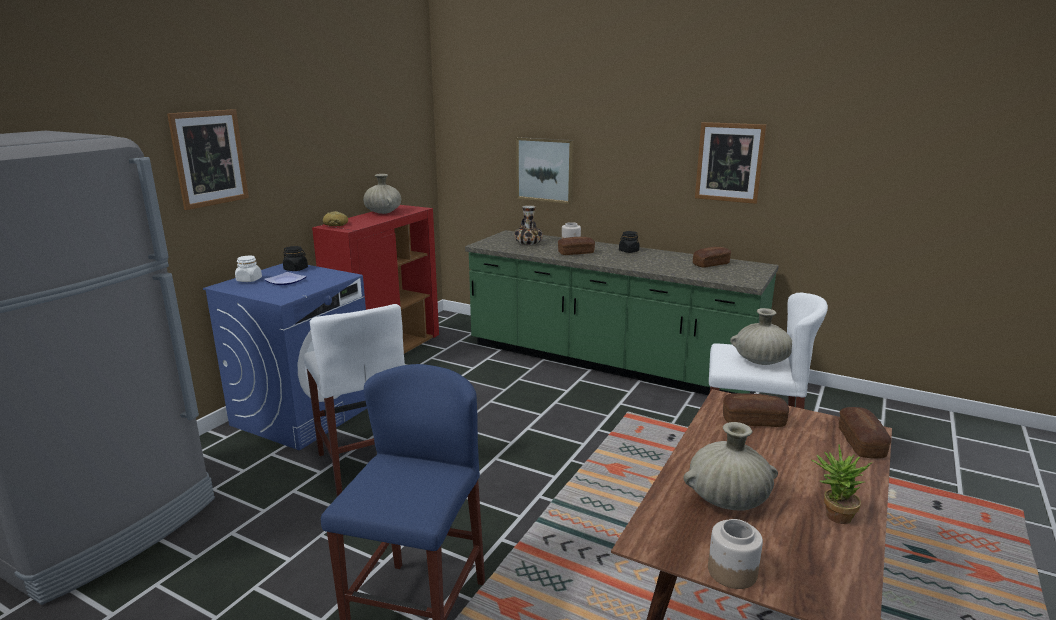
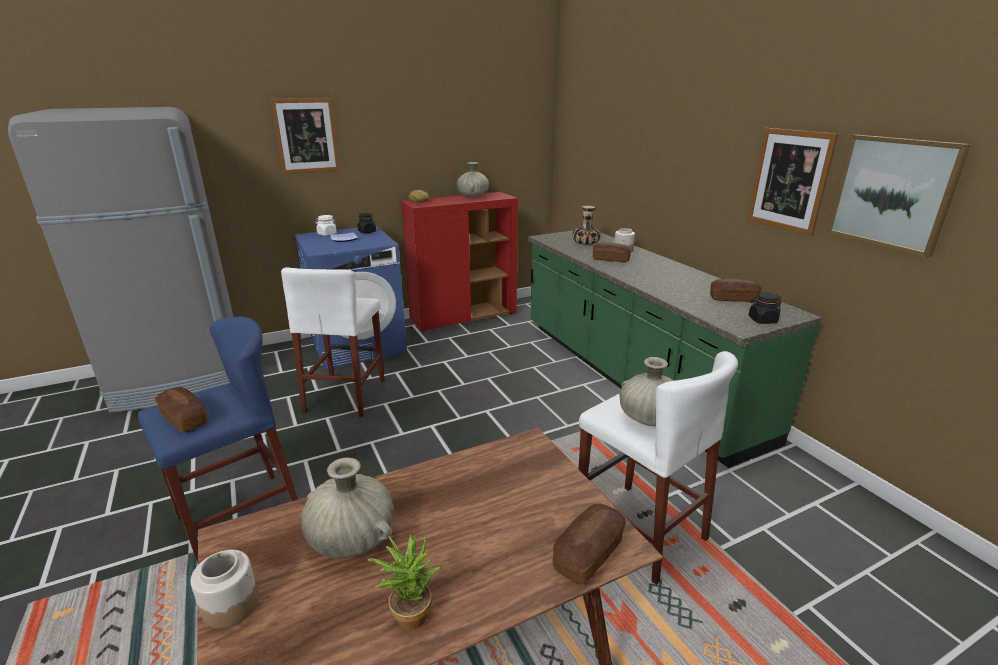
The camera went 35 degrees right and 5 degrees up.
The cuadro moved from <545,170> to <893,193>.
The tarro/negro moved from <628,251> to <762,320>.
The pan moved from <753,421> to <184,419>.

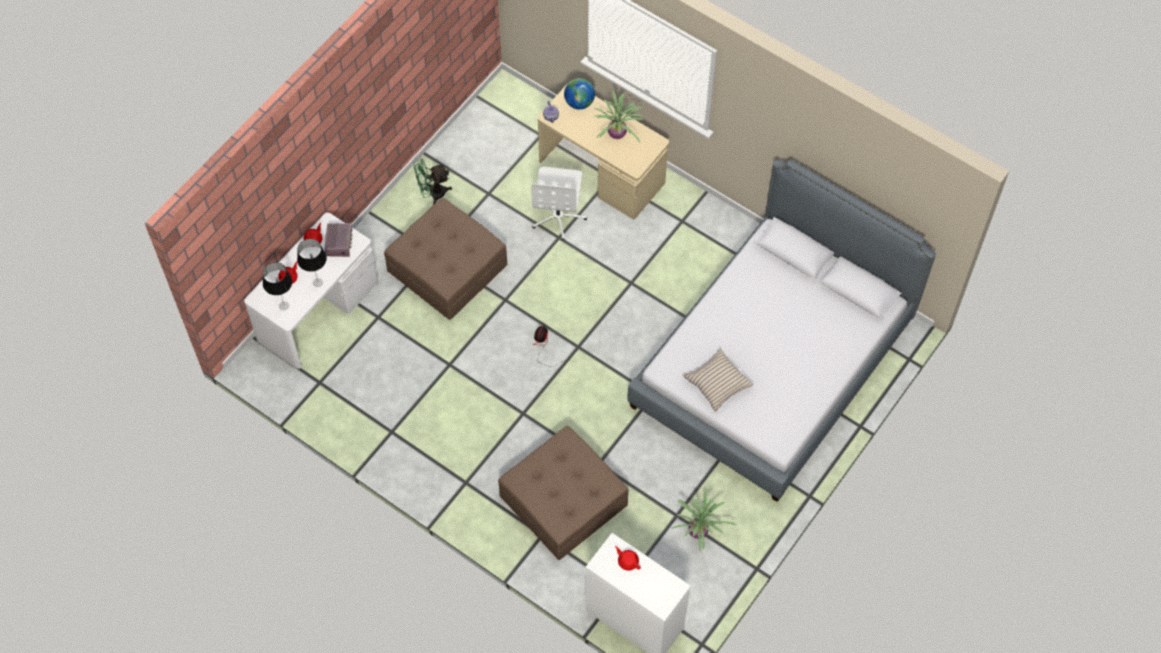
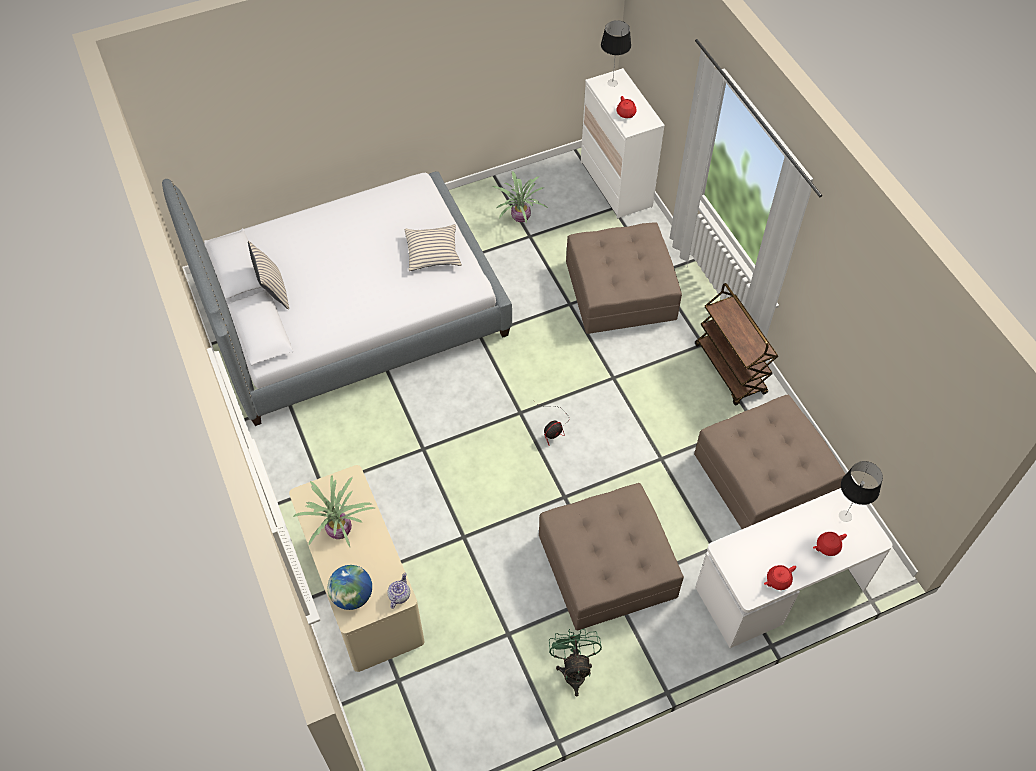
The camera went 150 degrees left and 5 degrees down.
The lámpara de mesa moved from <318,282> to <612,83>.
The radio at <339,243> disappeared.
The ventilador/verde at <433,193> turned 105 degrees counterclockwise.
The silla de oficina/blanco at <558,216> disappeared.
The cojín/beis at <273,291> appeared.
The puf/marrón at <764,475> appeared.
The carrito/marrón at <730,369> appeared.

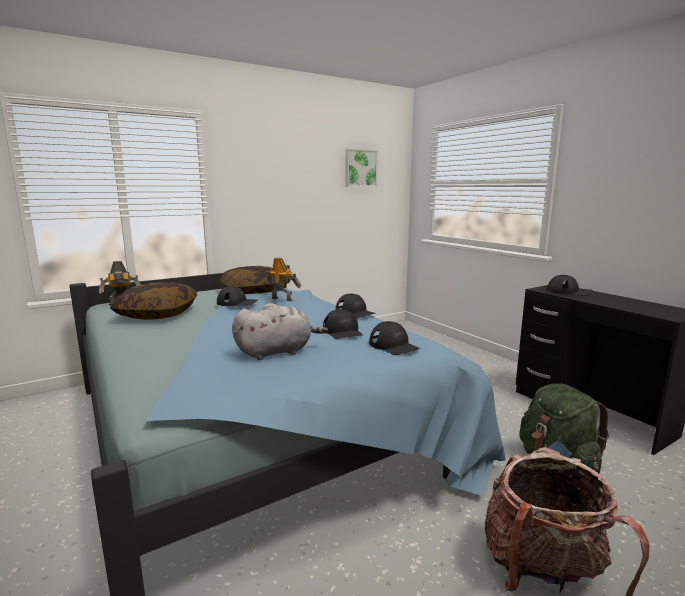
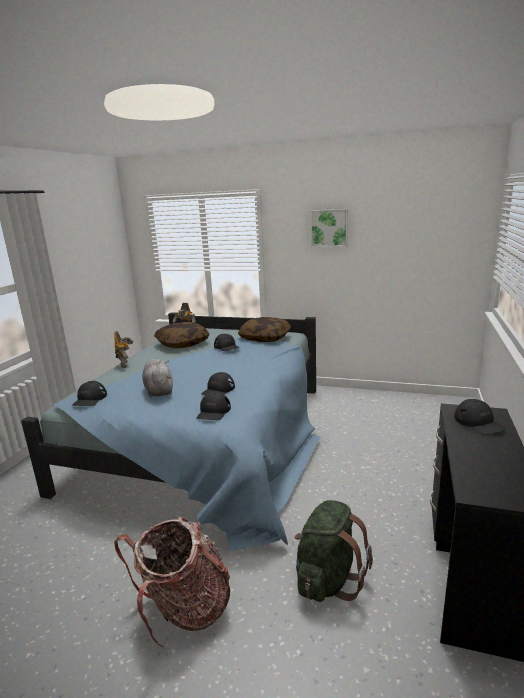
The camera went 50 degrees right and 5 degrees up.
The peluche/gris at <277,352> turned 135 degrees counterclockwise.
The robot de juguete moved from <282,299> to <125,364>.
The gorra/negro moved from <355,312> to <90,399>.
The cuadro moved from <360,168> to <329,228>.

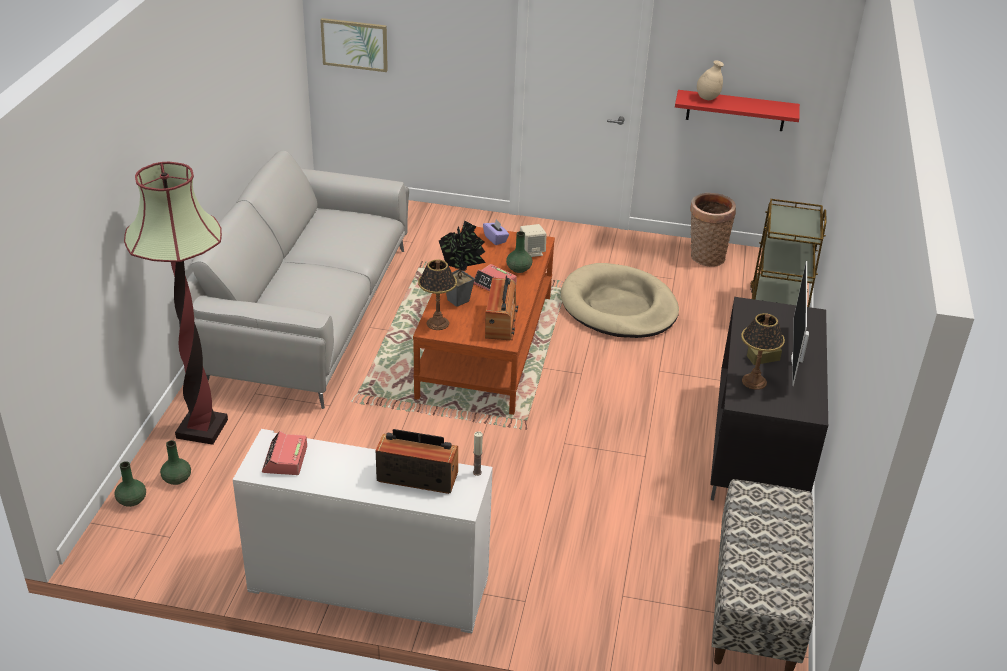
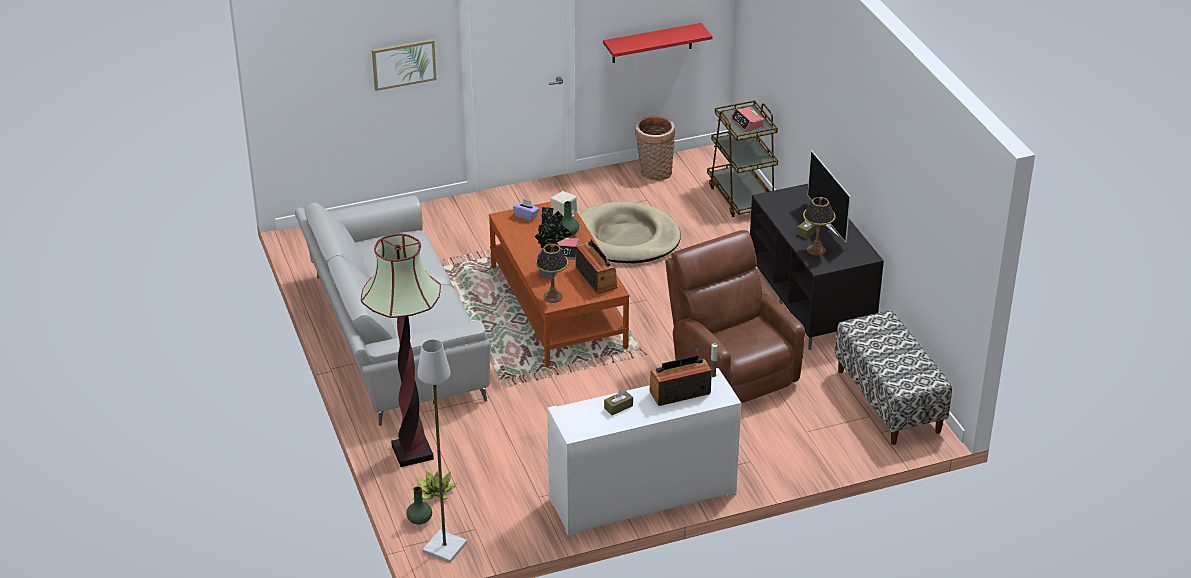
The camera went 30 degrees left and 0 degrees up.
The florero/verde at <176,479> was replaced by the planta en maceta at <435,492>.
The despertador moved from <285,459> to <747,123>.
The cuadro moved from <354,44> to <403,64>.
The florero/beis at <707,98> disappeared.
The lámpara de pie/gris at <445,548> appeared.
The caja de pañuelos/marrón at <618,407> appeared.
The sillón/marrón at <731,370> appeared.

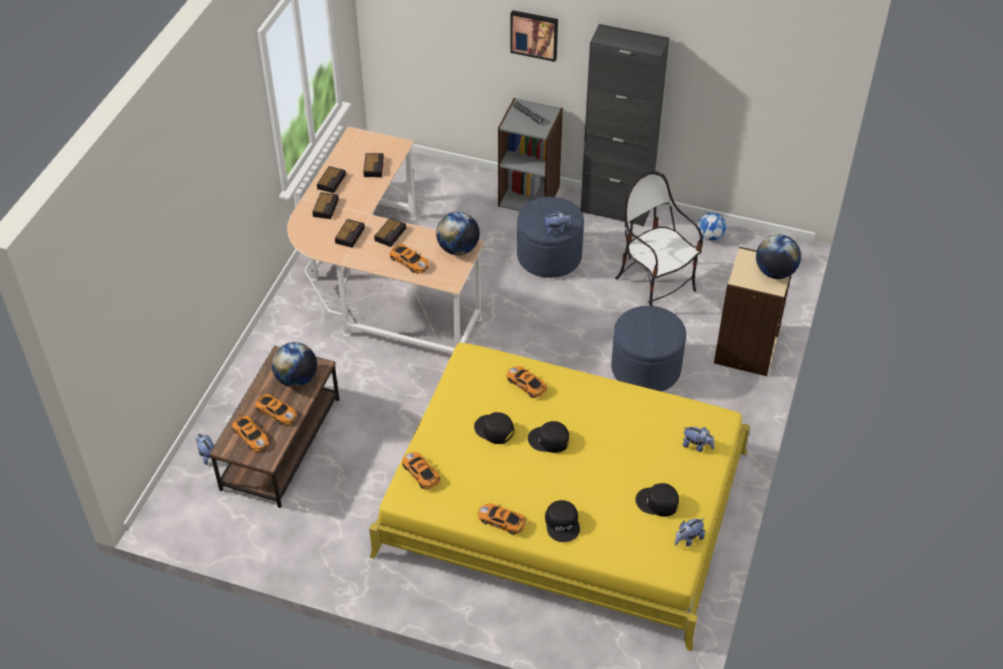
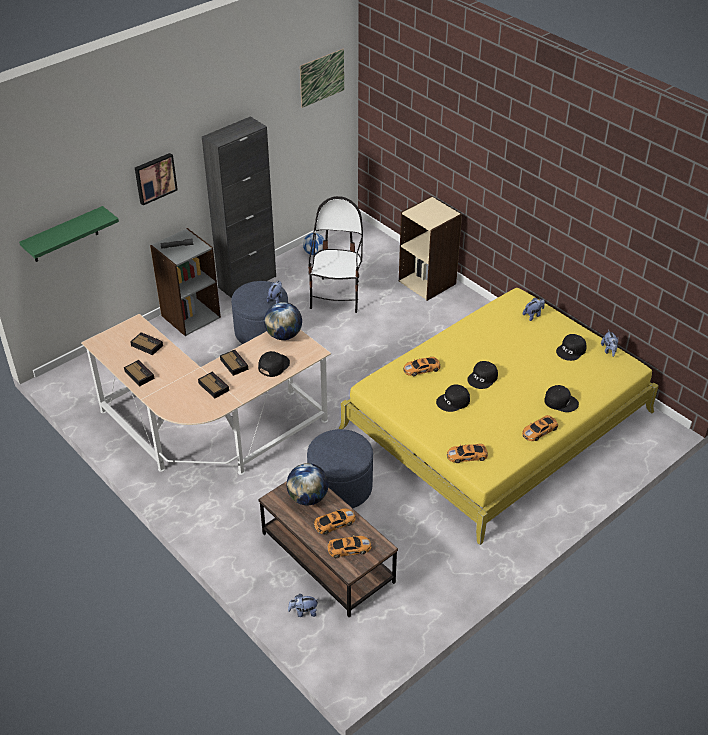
The camera went 60 degrees left and 5 degrees down.
The despertador at <326,207> disappeared.
The coche de juguete at <408,261> was replaced by the gorra/negro at <273,365>.
The puf/azul moved from <646,368> to <340,487>.
The silla at <655,286> turned 105 degrees clockwise.
The globo terráqueo at <775,272> disappeared.
The estante/verde at <64,235> appeared.
The cuadro at <322,78> appeared.

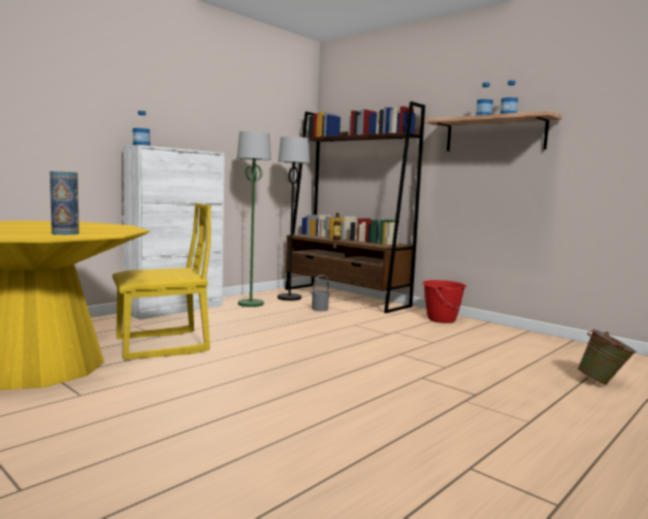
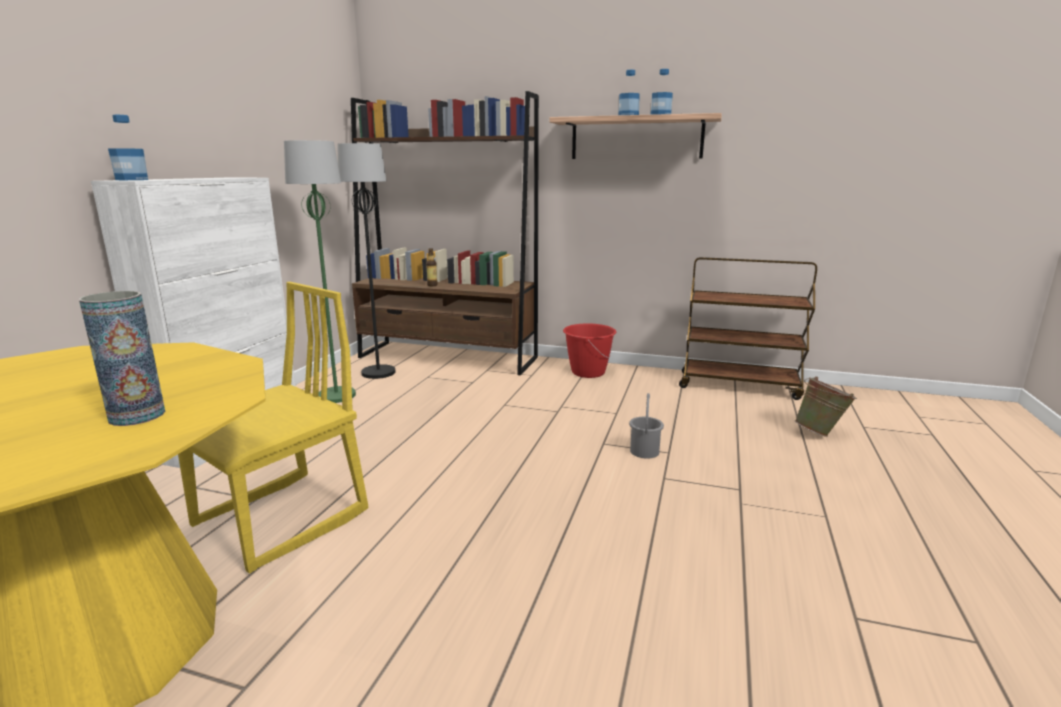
The camera went 25 degrees left and 10 degrees up.
The cubo/gris moved from <319,309> to <644,451>.
The carrito/marrón at <739,385> appeared.

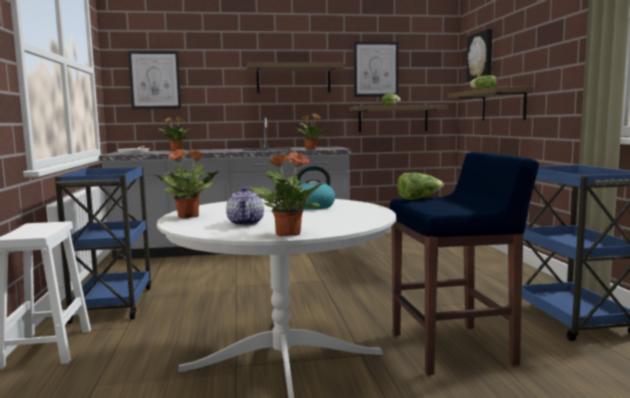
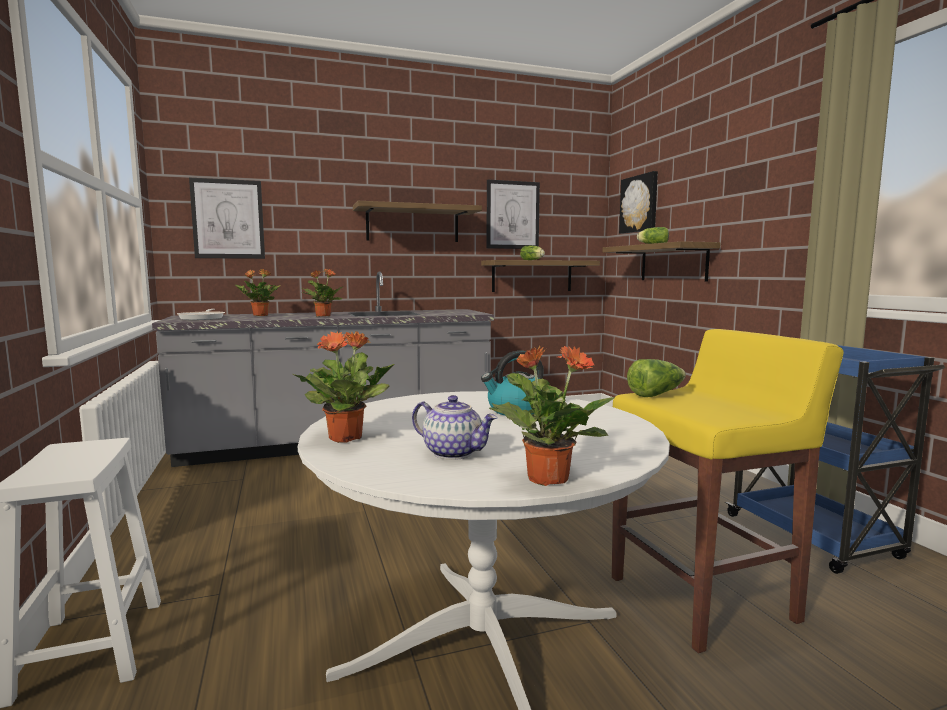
The camera went 10 degrees left and 0 degrees up.
The carrito/azul at <113,303> disappeared.
The tetera at <246,223> turned 45 degrees counterclockwise.
The planta en maceta moved from <310,149> to <323,316>.
The taburete/azul at <454,349> became the taburete/amarillo at <704,599>.

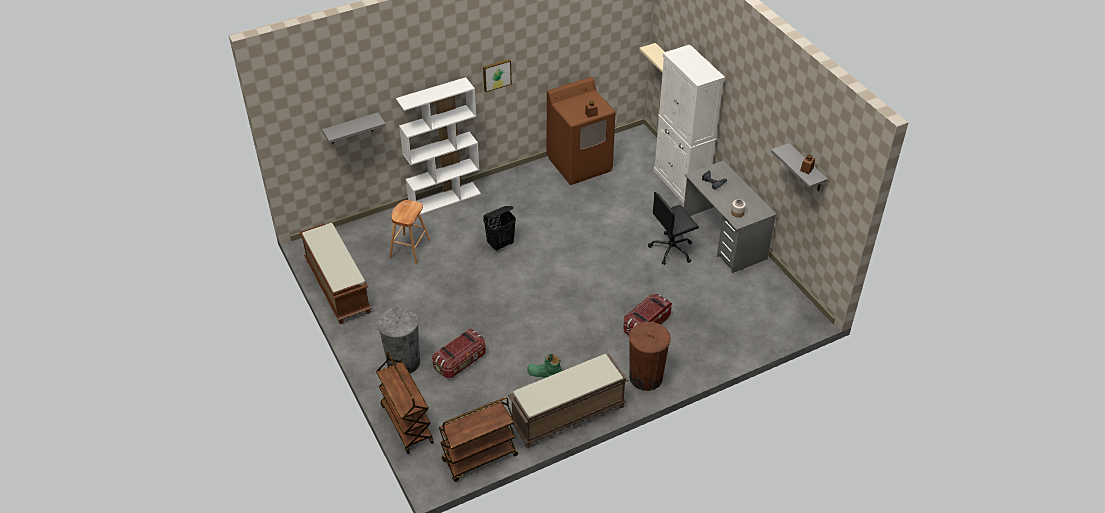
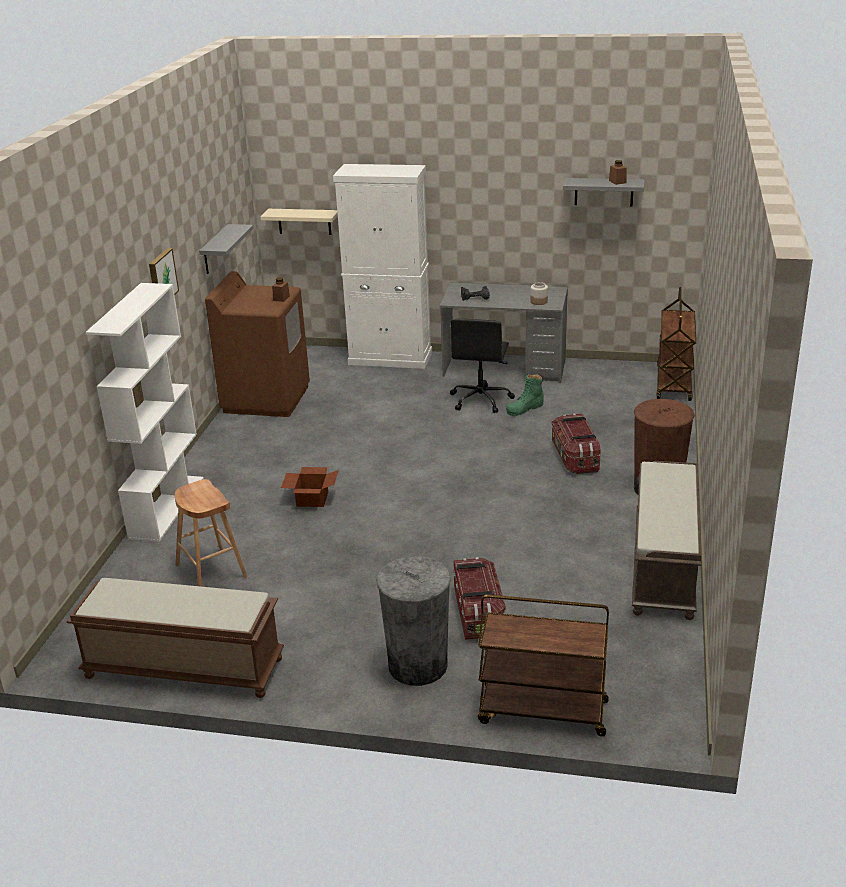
The camera went 50 degrees left and 15 degrees down.
The estante/gris moved from <351,128> to <215,250>.
The carrito/marrón moved from <479,459> to <674,383>.
The cesto de la ropa/negro at <500,244> was replaced by the caja de cartón at <311,498>.
The bota/verde moved from <544,374> to <525,408>.

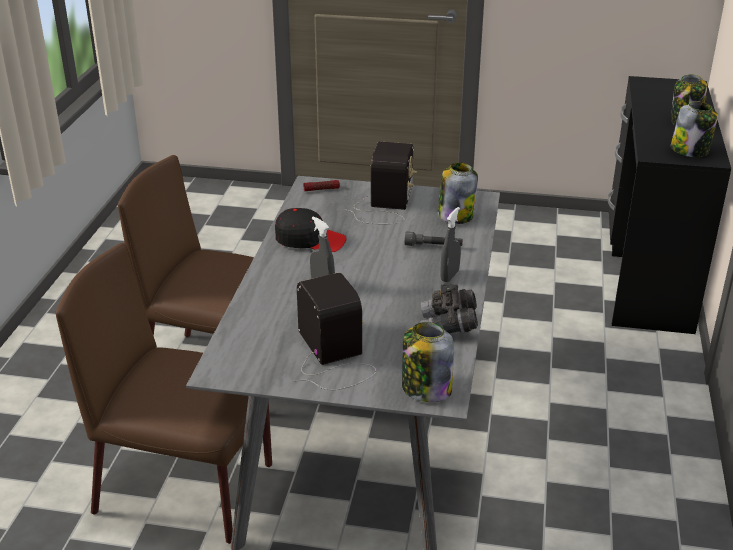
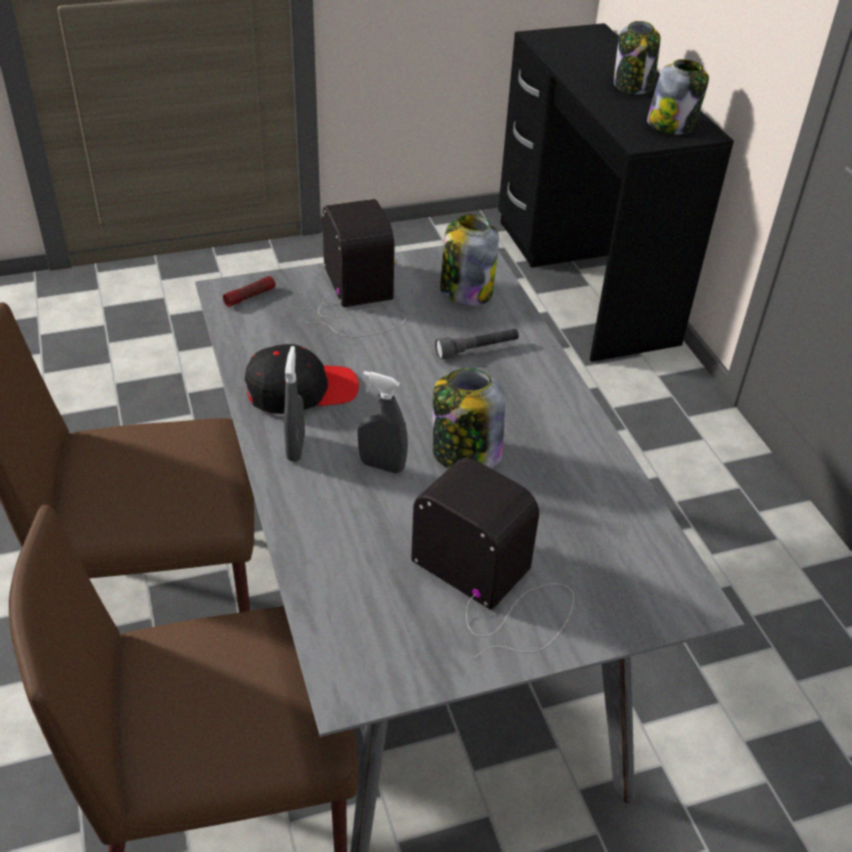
The camera went 30 degrees left and 10 degrees up.
The tarro moved from <425,389> to <465,454>.
The prismáticos/gris at <448,327> disappeared.
The pulverizador/gris moved from <449,276> to <296,448>.

